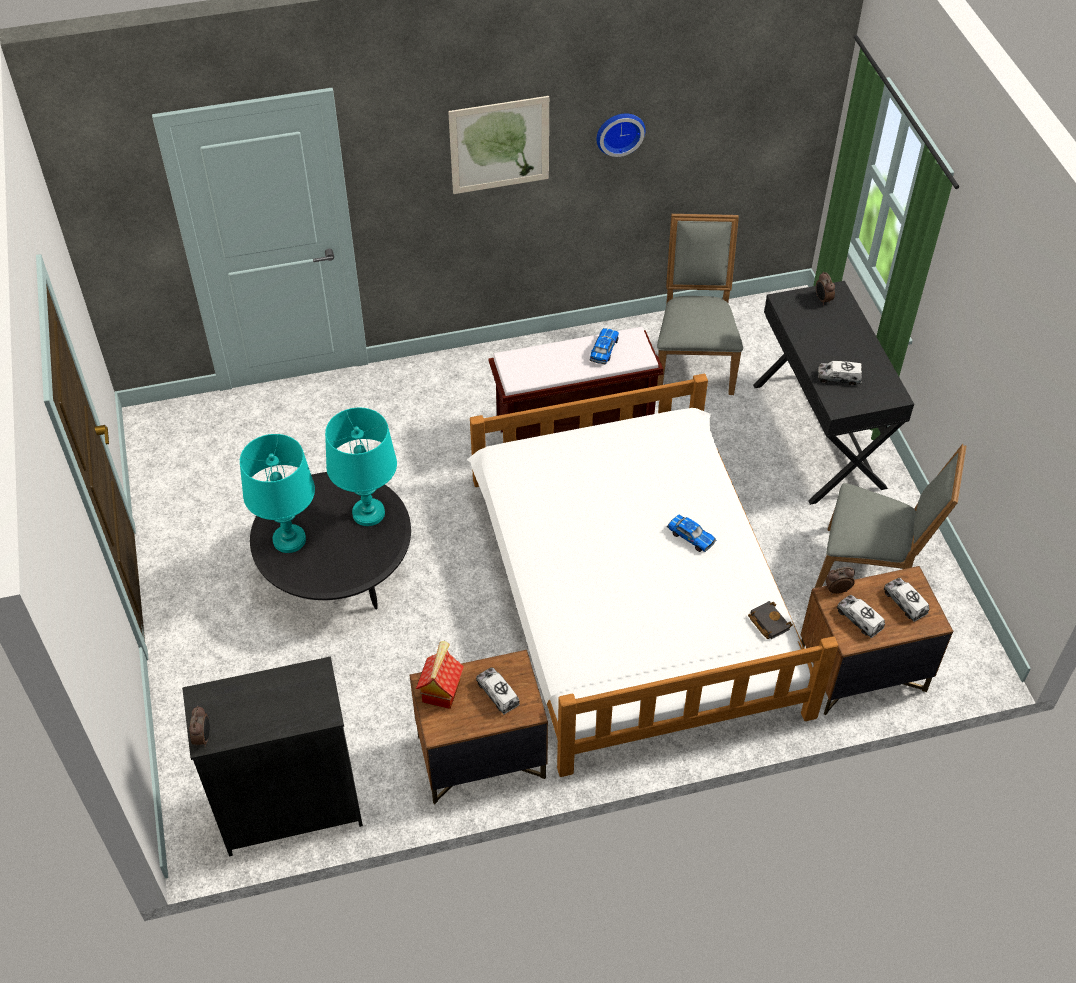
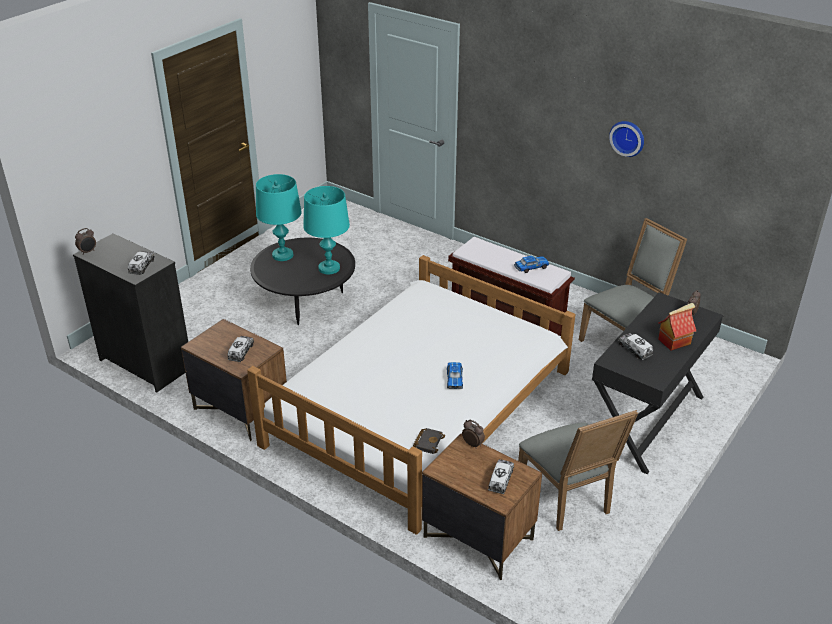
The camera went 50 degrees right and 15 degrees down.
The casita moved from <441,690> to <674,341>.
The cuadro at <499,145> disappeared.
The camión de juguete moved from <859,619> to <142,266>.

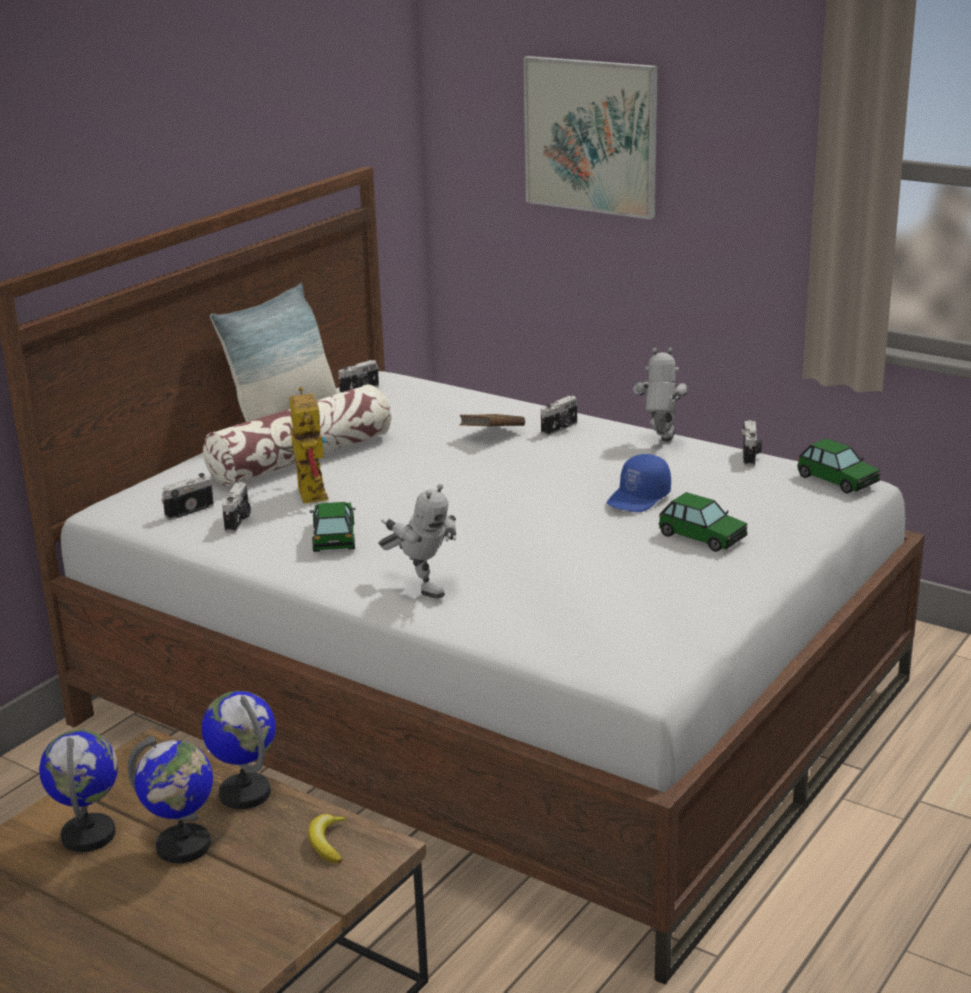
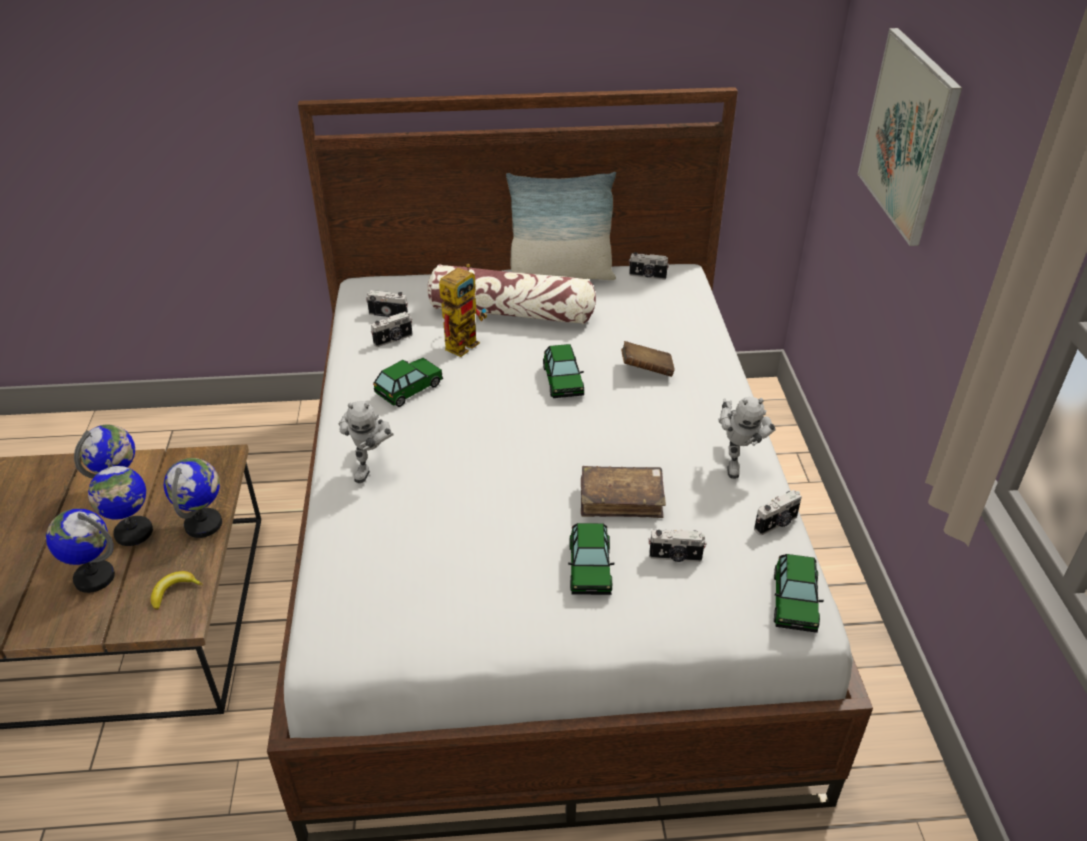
The camera went 50 degrees right and 15 degrees up.
The cámara moved from <560,428> to <675,557>.
The gorra/azul at <639,498> was replaced by the libro/marrón at <621,499>.
The robot de juguete at <660,444> turned 120 degrees clockwise.
The globo terráqueo at <94,577> appeared.
The coche de juguete at <563,381> appeared.

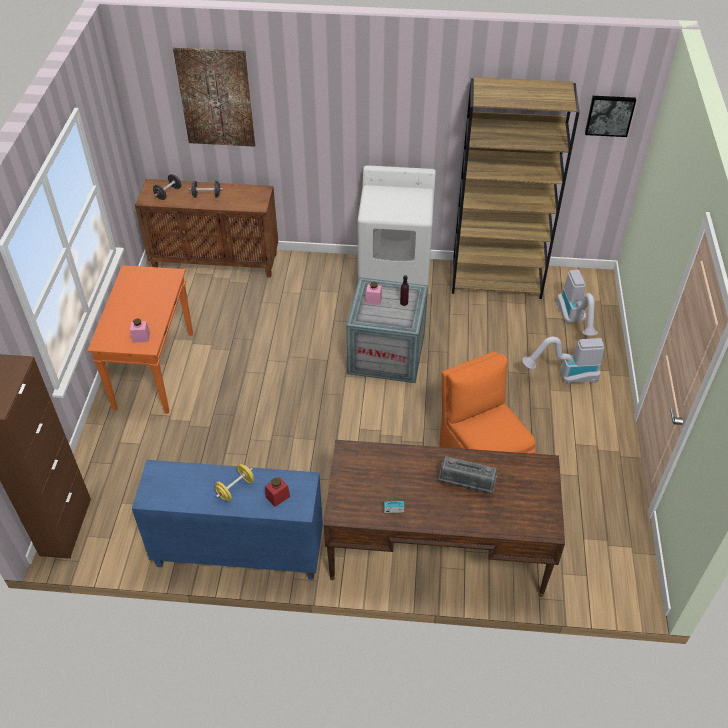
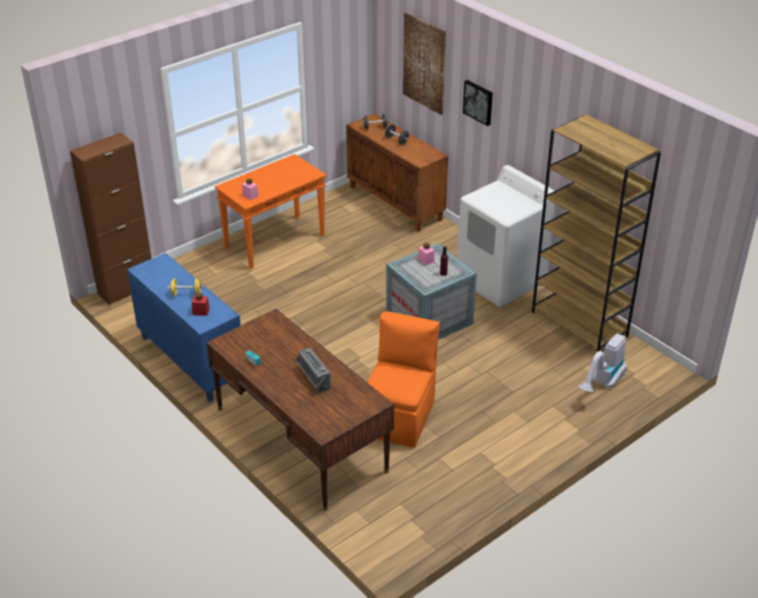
The camera went 45 degrees right and 10 degrees down.
The aspiradora at <565,376> disappeared.
The cuadro moved from <609,115> to <479,102>.

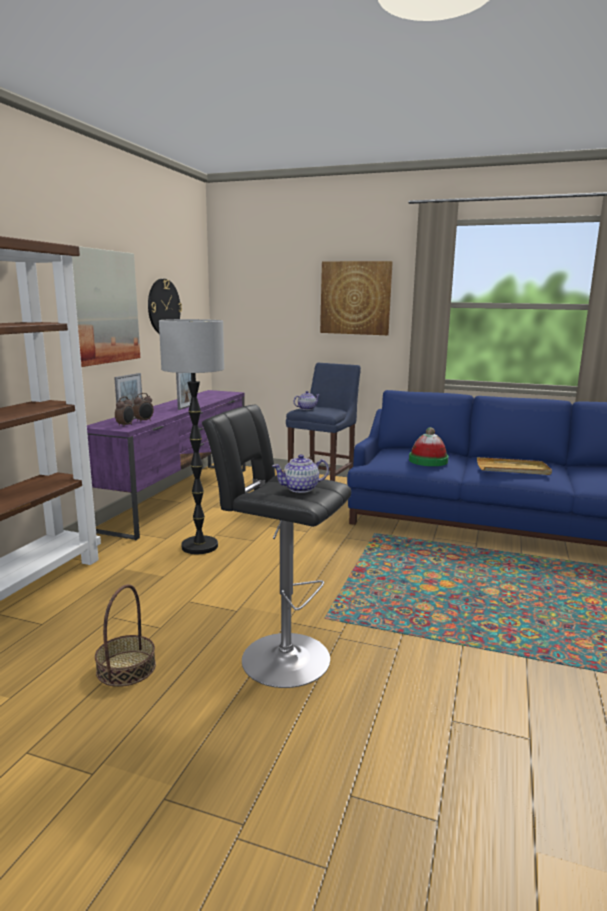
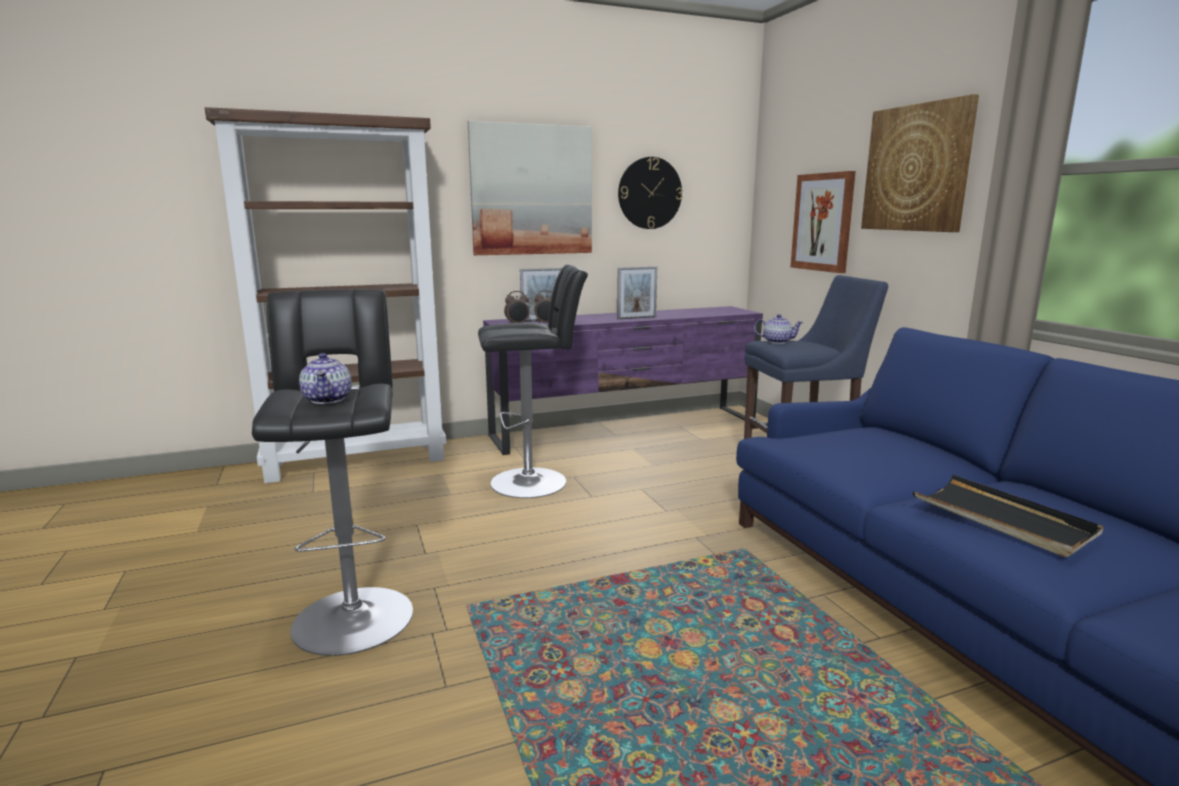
The camera went 50 degrees right and 0 degrees up.
The cesta at <126,668> disappeared.
The lámpara de pie at <200,546> was replaced by the taburete/negro at <534,481>.
The tetera at <301,489> turned 135 degrees counterclockwise.
The sombrero at <428,461> disappeared.
The bandeja/beis at <513,469> became the bandeja/negro at <1002,519>.
The cuadro at <823,222> appeared.

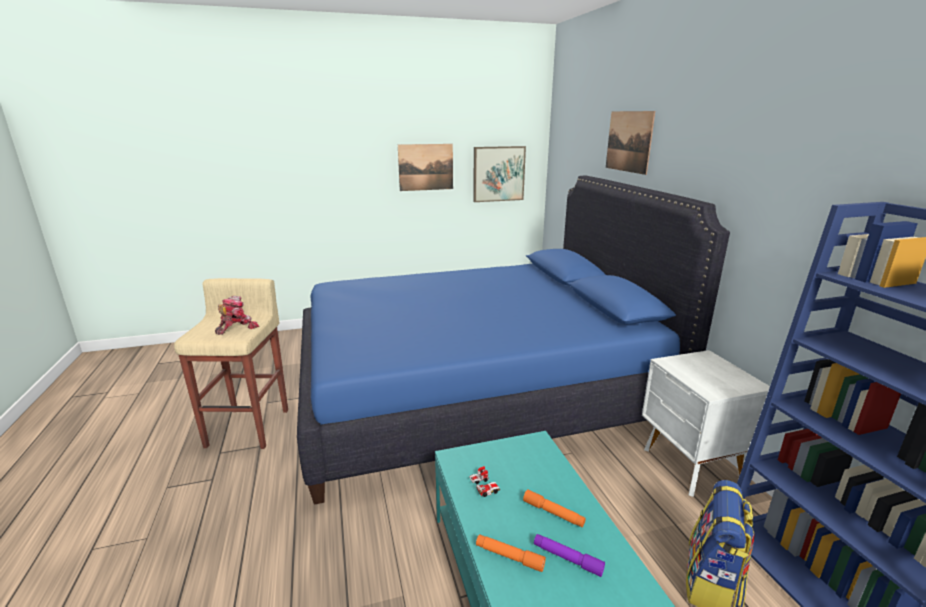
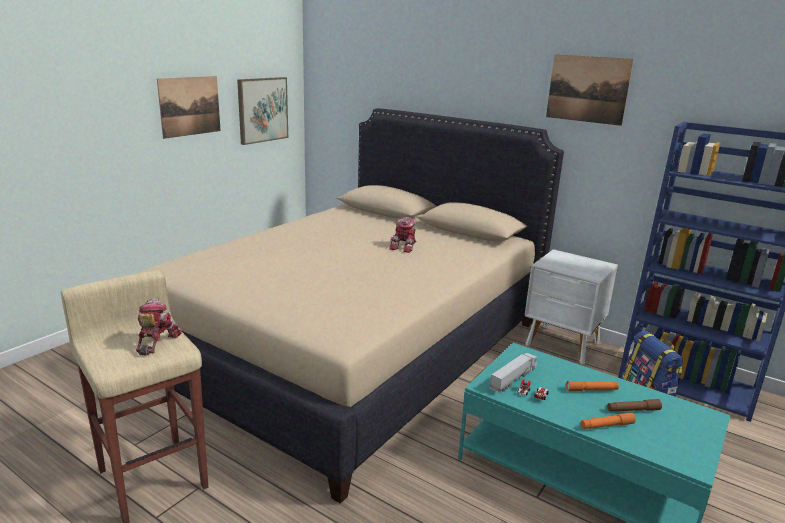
The camera went 40 degrees left and 0 degrees up.
The cama/azul at <475,392> became the cama/beis at <355,349>.
The linterna/morado at <567,558> became the linterna/marrón at <633,410>.
The cuadro moved from <628,141> to <587,89>.
The robot de juguete at <405,246> appeared.
The camión de juguete at <513,379> appeared.

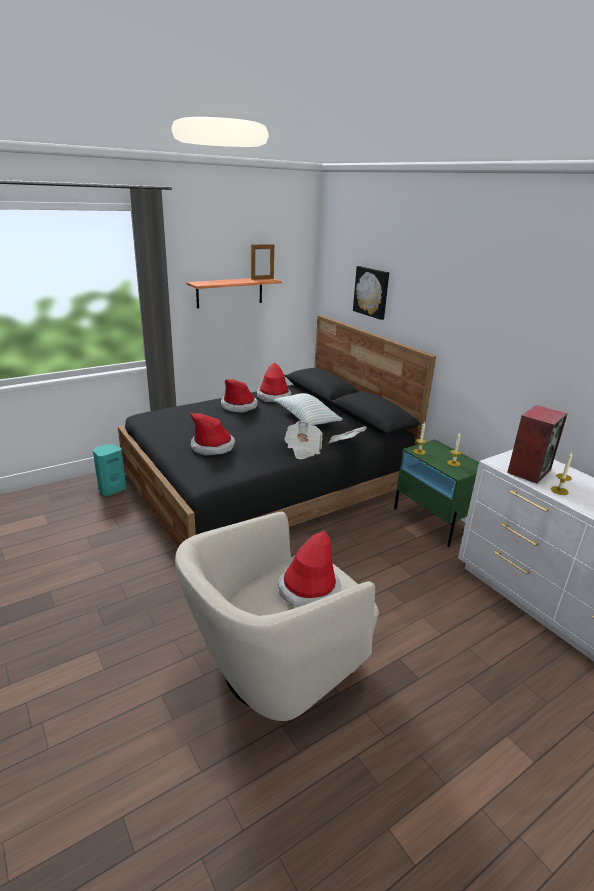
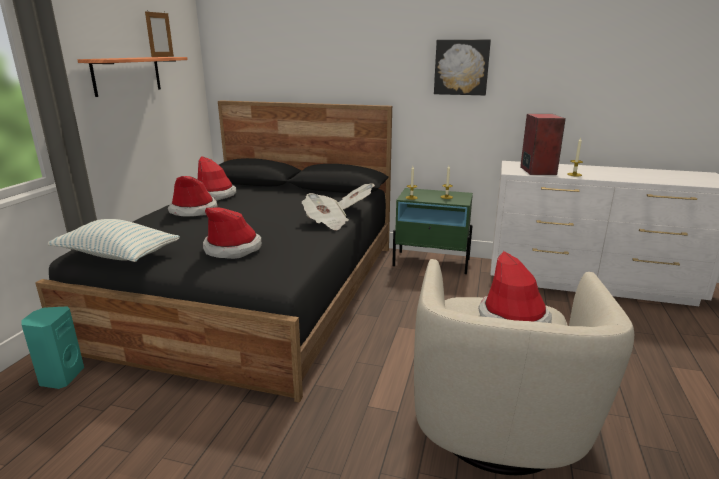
The camera went 40 degrees left and 5 degrees down.
The cojín moved from <306,419> to <117,255>.
The cuadro moved from <372,292> to <461,67>.

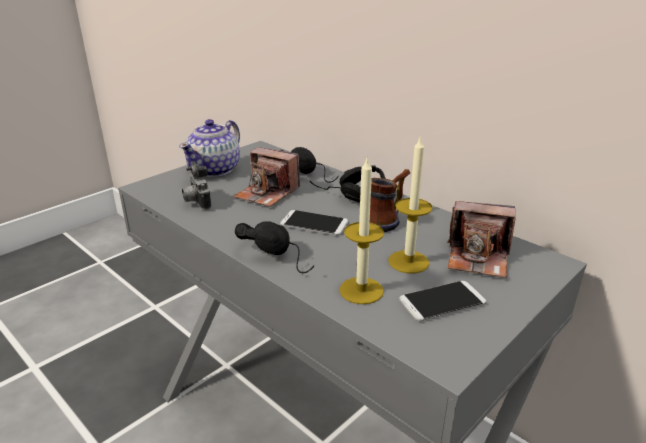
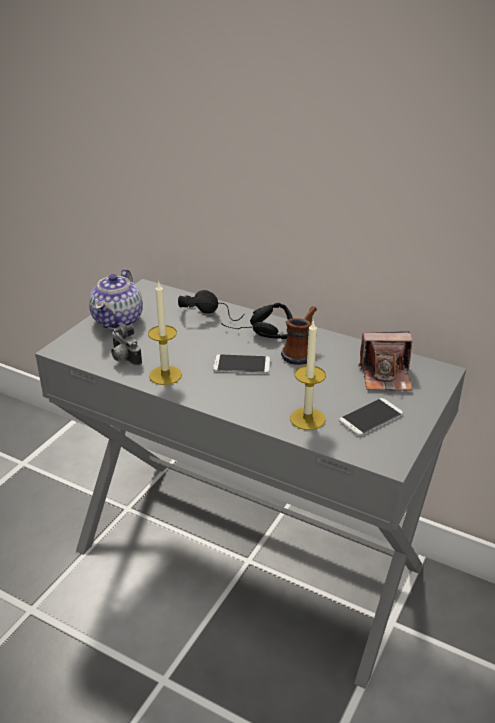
The camera went 15 degrees left and 5 degrees up.
The cámara at <267,193> disappeared.
The auriculares/negro at <280,256> disappeared.
The vela moved from <408,262> to <165,375>.

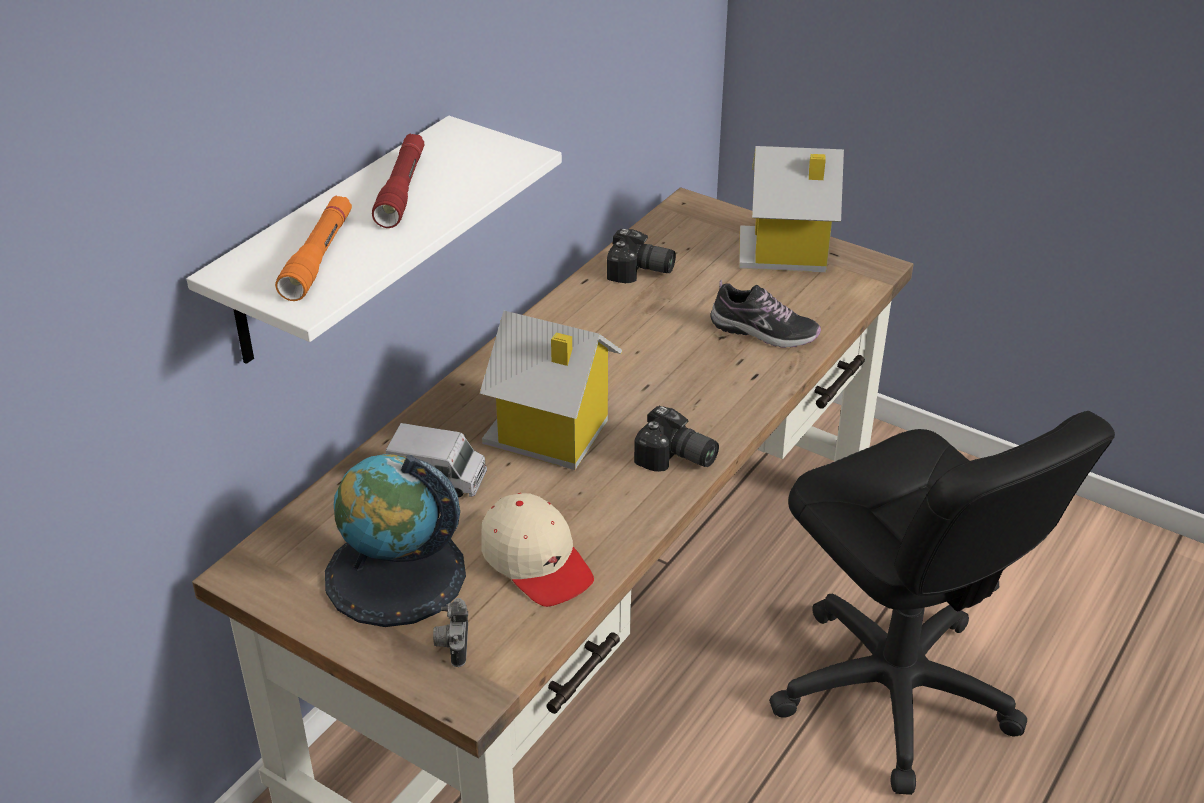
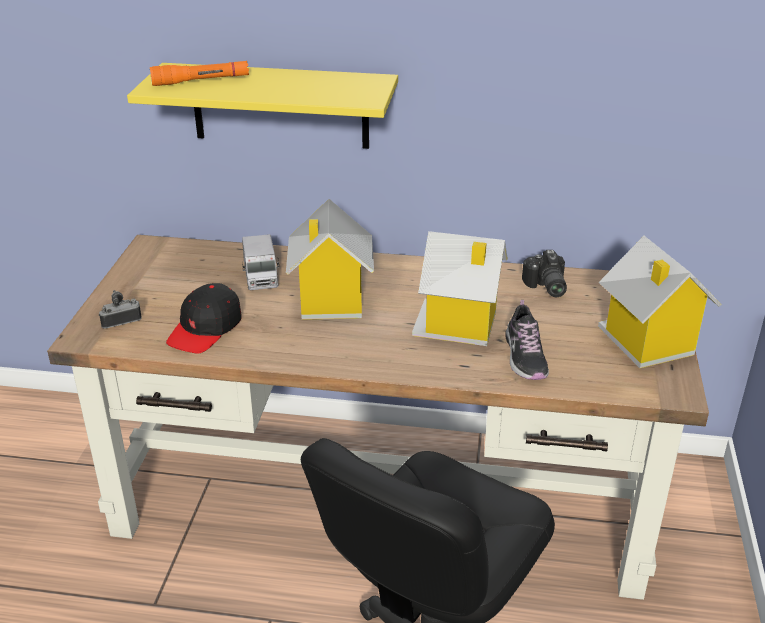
The camera went 65 degrees right and 5 degrees down.
The estante/blanco at <335,242> became the estante/amarillo at <280,106>.
The globo terráqueo at <395,575> disappeared.
The linterna/rojo at <402,190> disappeared.
The gorra/beis at <536,561> became the gorra/negro at <205,329>.
The cámara at <676,459> disappeared.
The casita at <459,325> appeared.

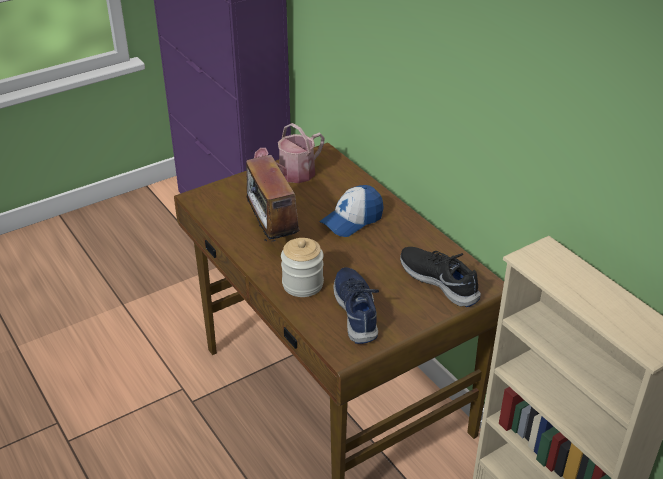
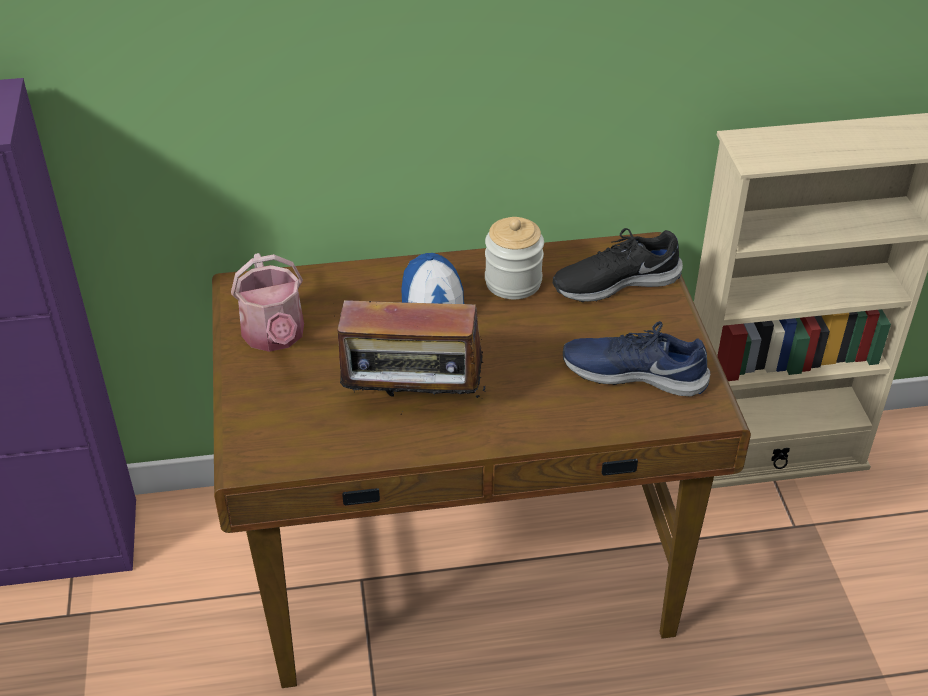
The camera went 65 degrees left and 5 degrees up.
The tarro moved from <302,284> to <513,282>.

